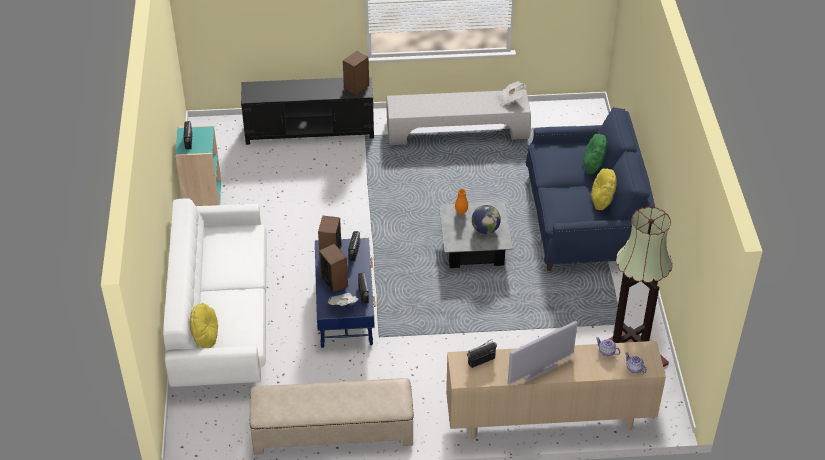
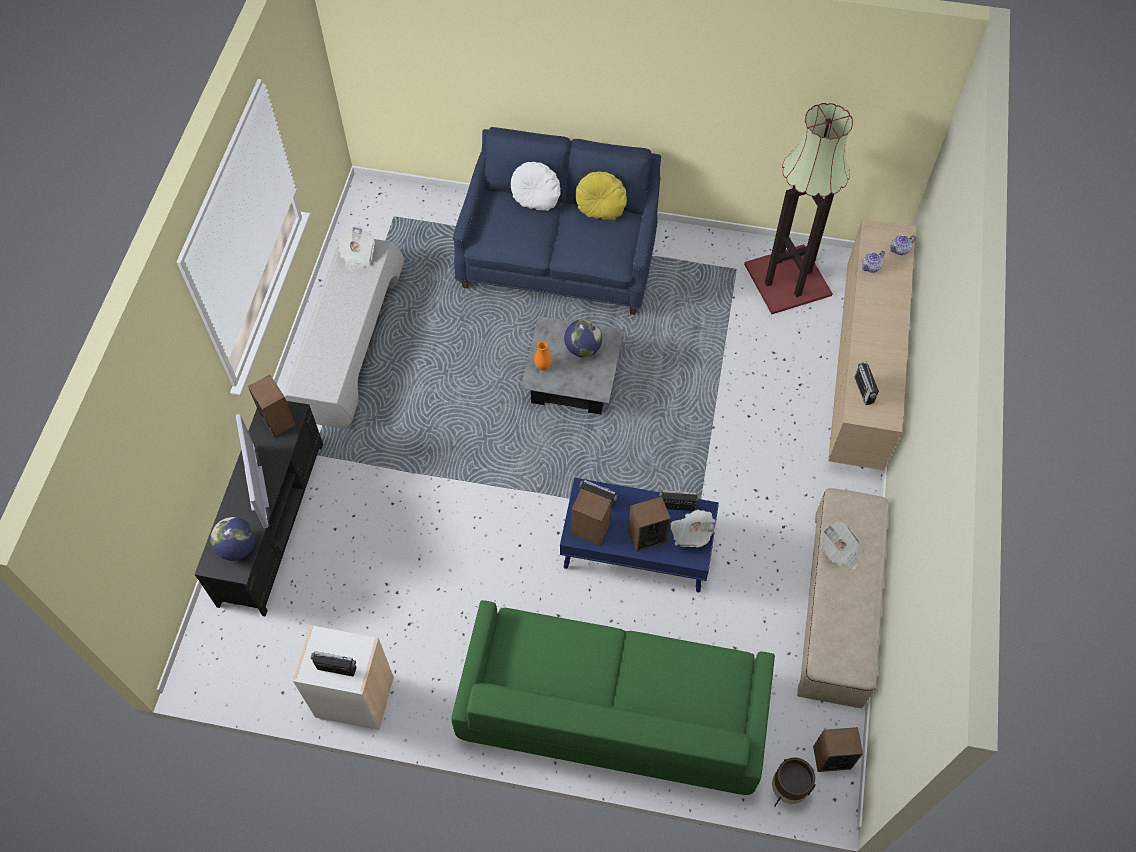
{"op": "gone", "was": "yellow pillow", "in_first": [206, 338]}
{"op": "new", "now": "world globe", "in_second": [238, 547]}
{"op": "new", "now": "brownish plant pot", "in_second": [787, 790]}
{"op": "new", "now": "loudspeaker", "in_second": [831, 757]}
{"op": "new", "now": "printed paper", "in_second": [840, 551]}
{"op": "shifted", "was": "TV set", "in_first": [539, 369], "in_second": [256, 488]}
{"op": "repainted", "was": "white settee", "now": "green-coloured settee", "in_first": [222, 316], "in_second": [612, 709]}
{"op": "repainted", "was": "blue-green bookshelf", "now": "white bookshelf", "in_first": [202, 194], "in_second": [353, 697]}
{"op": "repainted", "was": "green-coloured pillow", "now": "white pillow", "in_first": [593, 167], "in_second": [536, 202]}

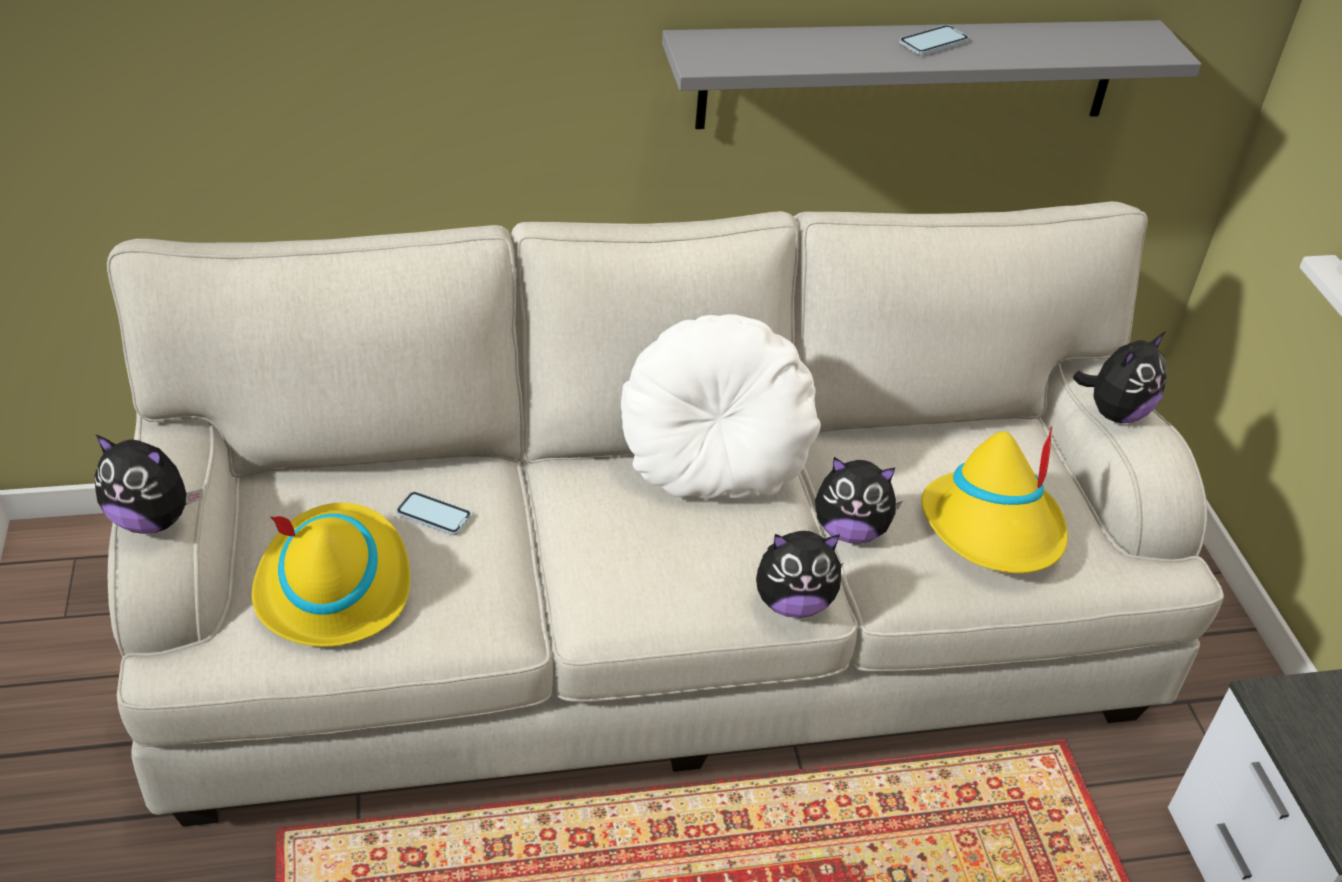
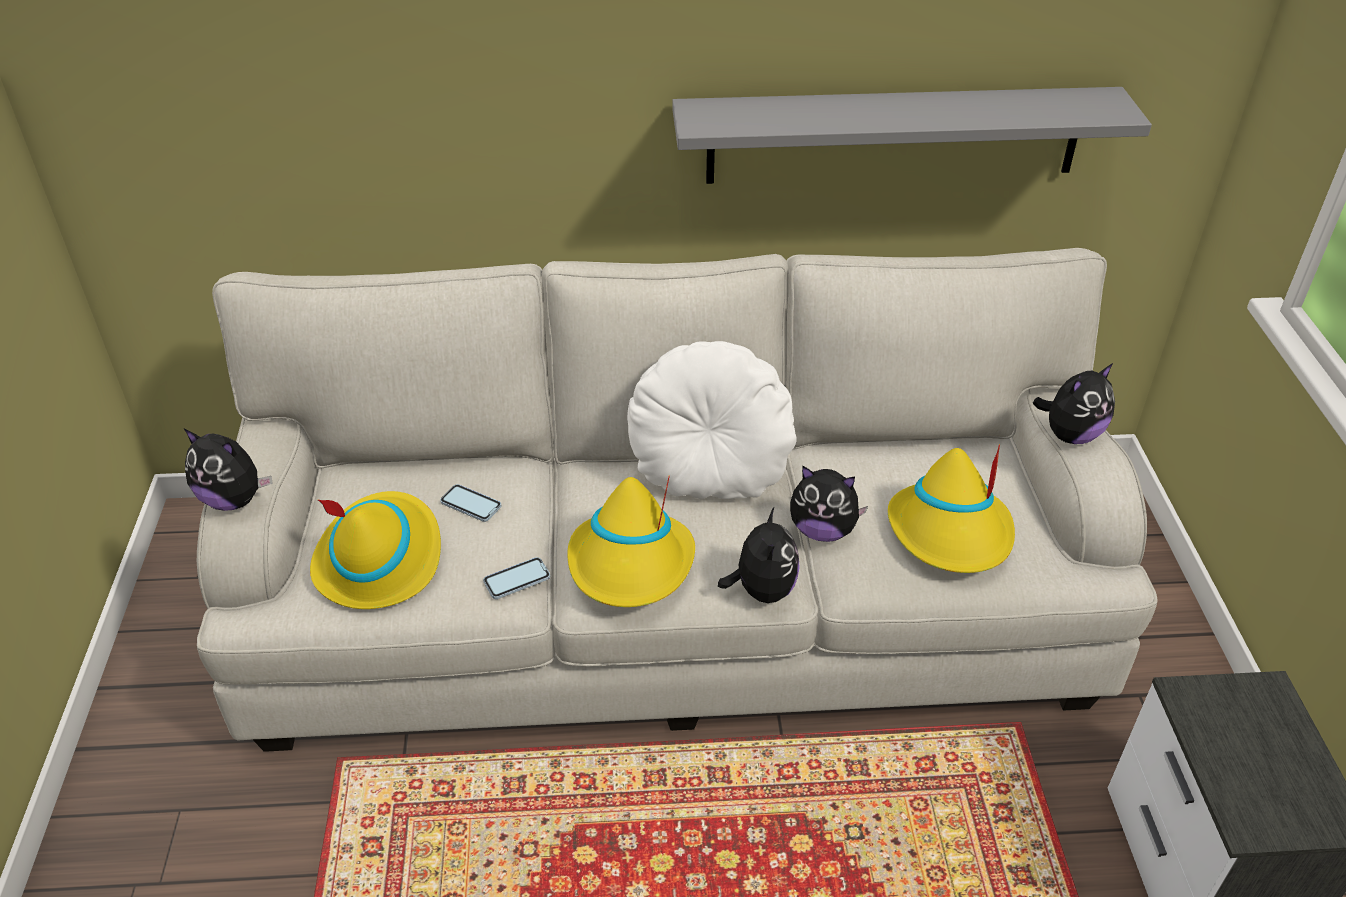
{"op": "new", "now": "yellow wearable hat", "in_second": [631, 565]}
{"op": "shifted", "was": "handset", "in_first": [933, 42], "in_second": [517, 580]}
{"op": "rotated", "was": "plush toy", "in_first": [793, 602], "in_second": [761, 590], "clockwise": -90}

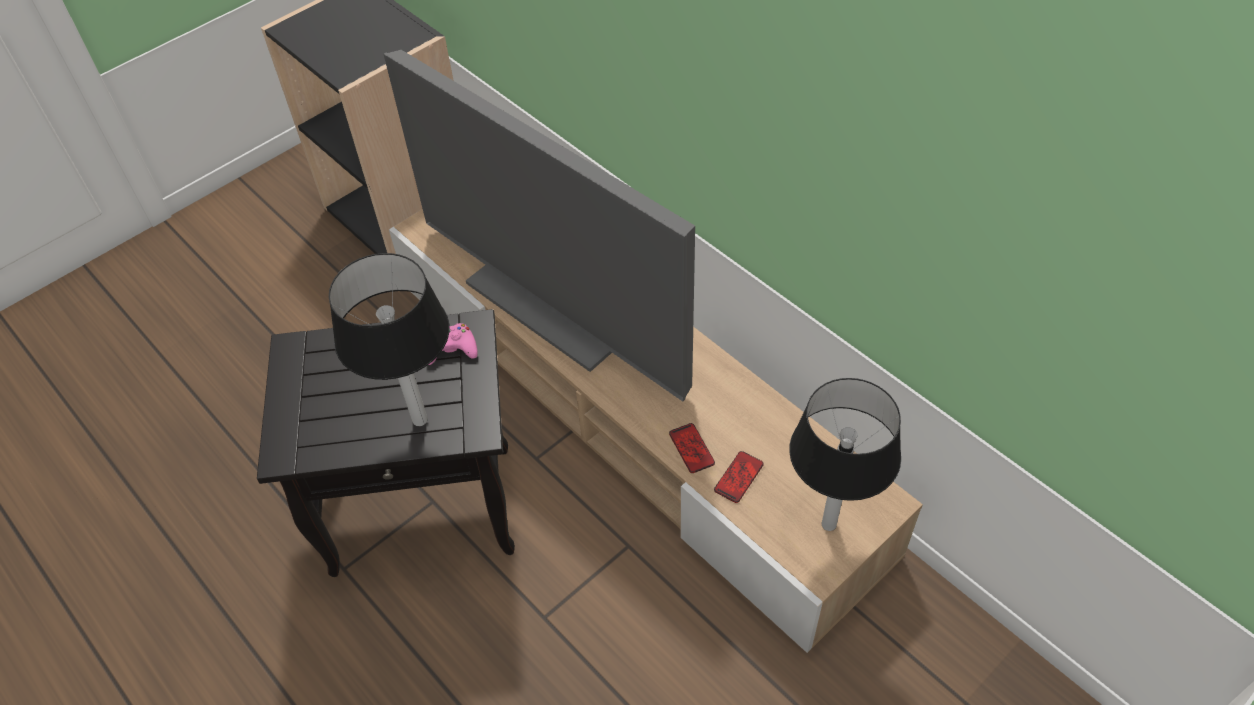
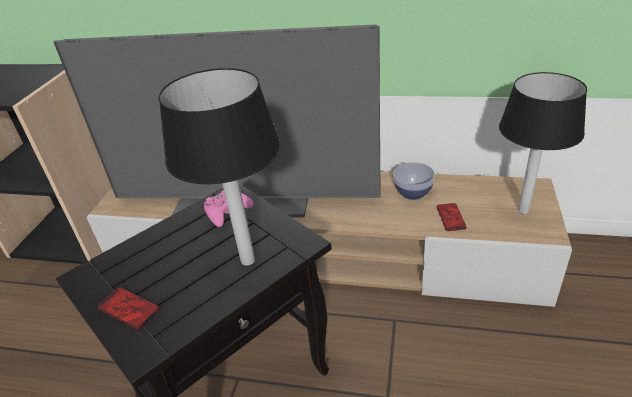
{"op": "new", "now": "serving bowl", "in_second": [413, 192]}
{"op": "shifted", "was": "handset", "in_first": [691, 448], "in_second": [128, 308]}

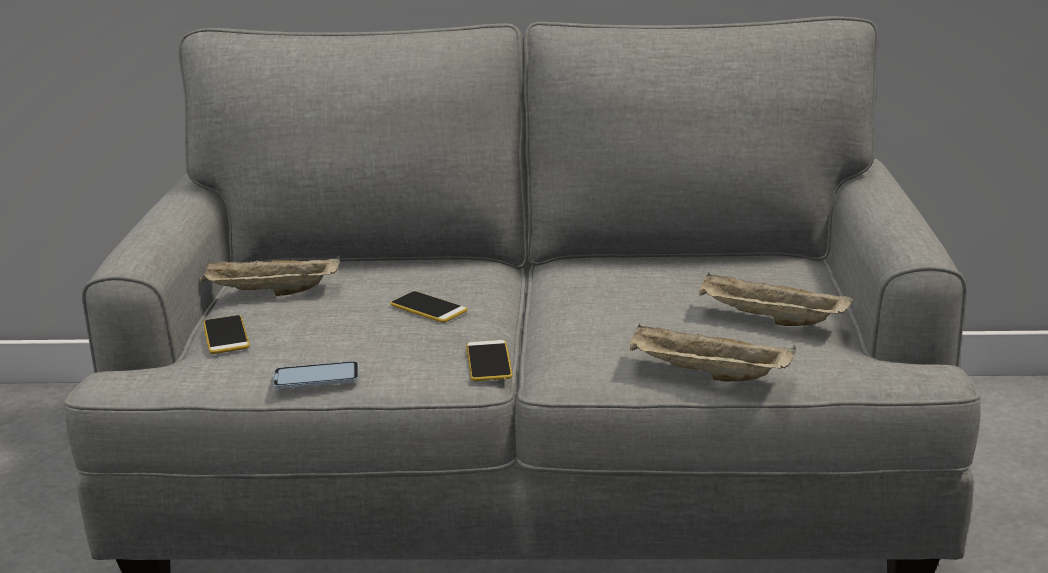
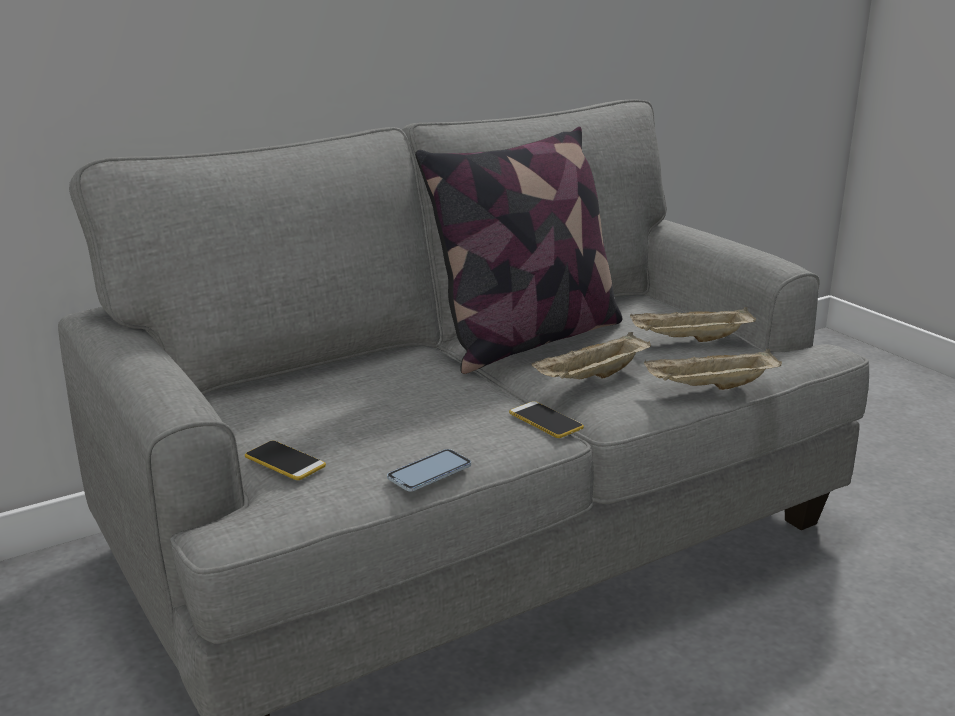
{"op": "gone", "was": "handset", "in_first": [428, 308]}
{"op": "new", "now": "pillow", "in_second": [527, 339]}
{"op": "shifted", "was": "beige serving tray", "in_first": [269, 293], "in_second": [592, 378]}

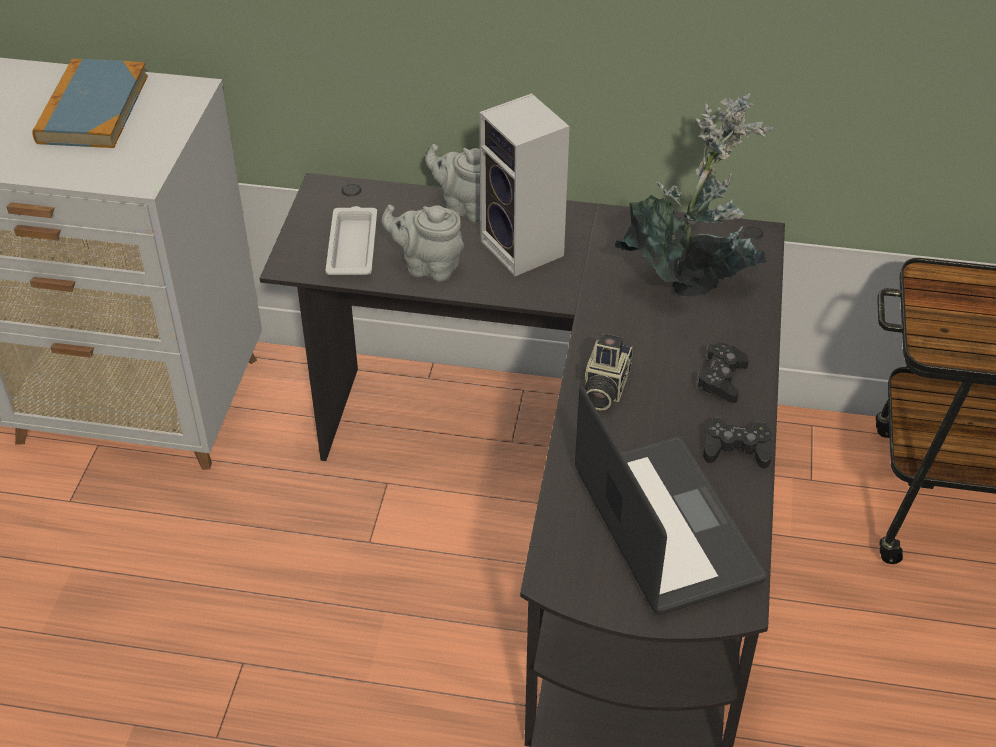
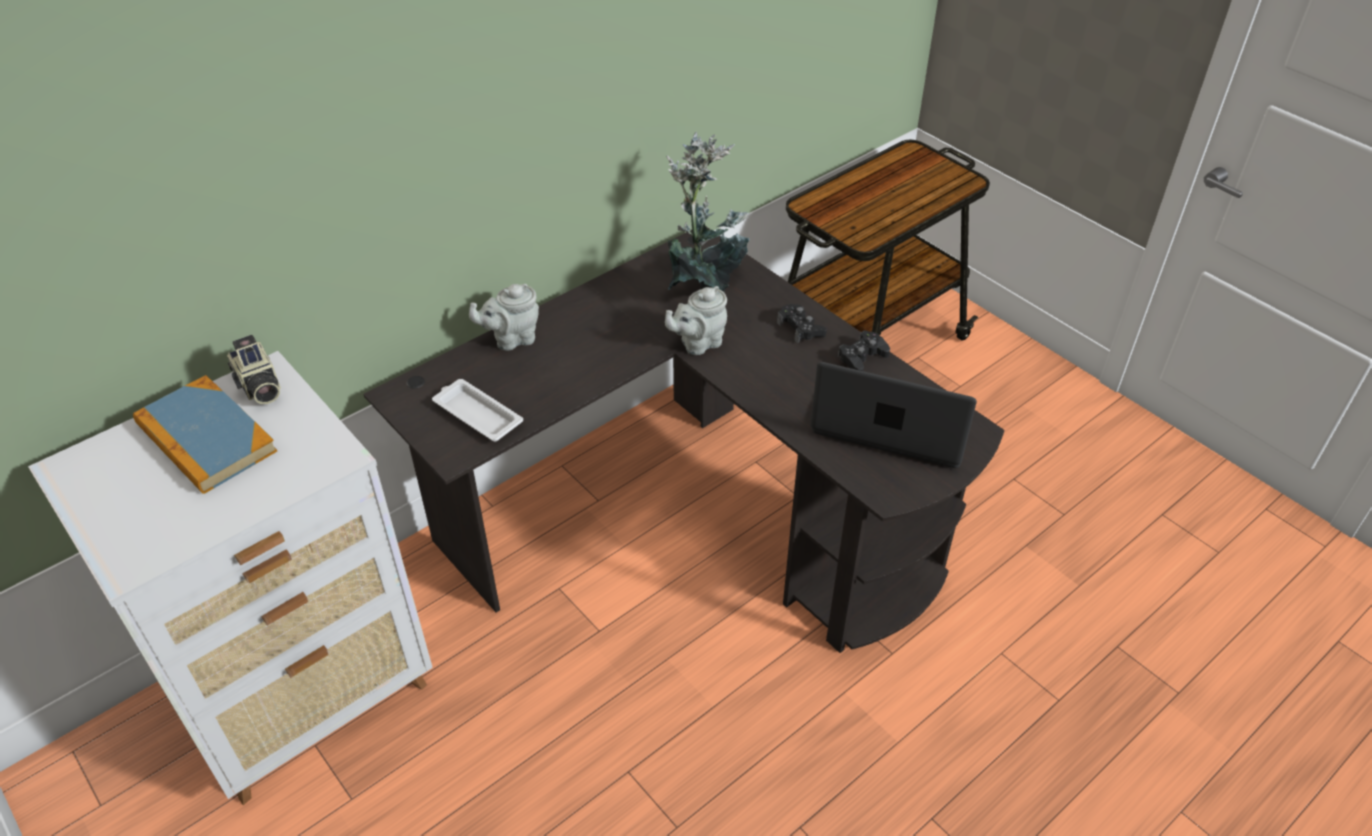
{"op": "gone", "was": "loudspeaker", "in_first": [525, 250]}
{"op": "shifted", "was": "grey tea pot", "in_first": [428, 266], "in_second": [698, 343]}
{"op": "shifted", "was": "still camera", "in_first": [603, 388], "in_second": [259, 387]}

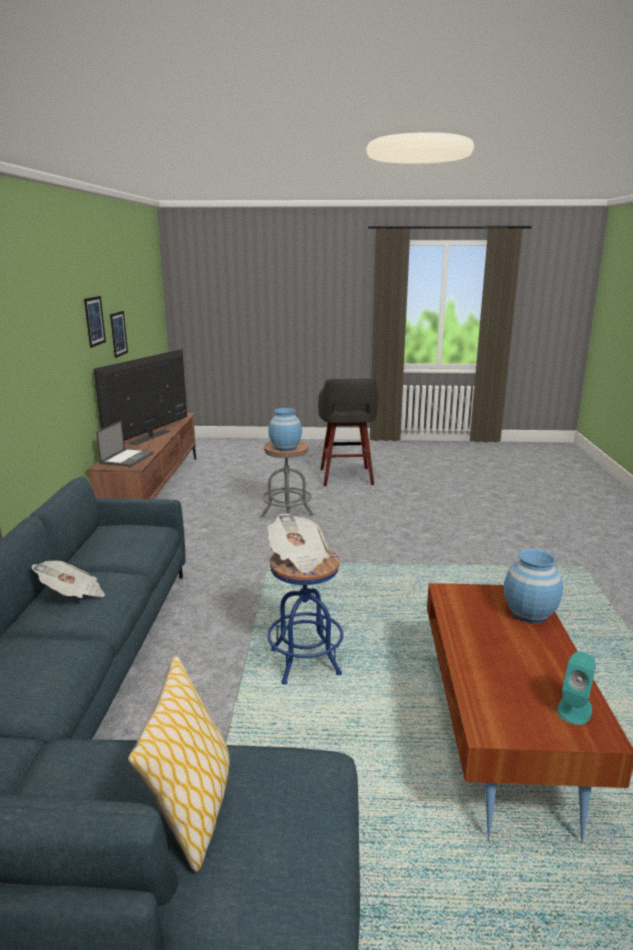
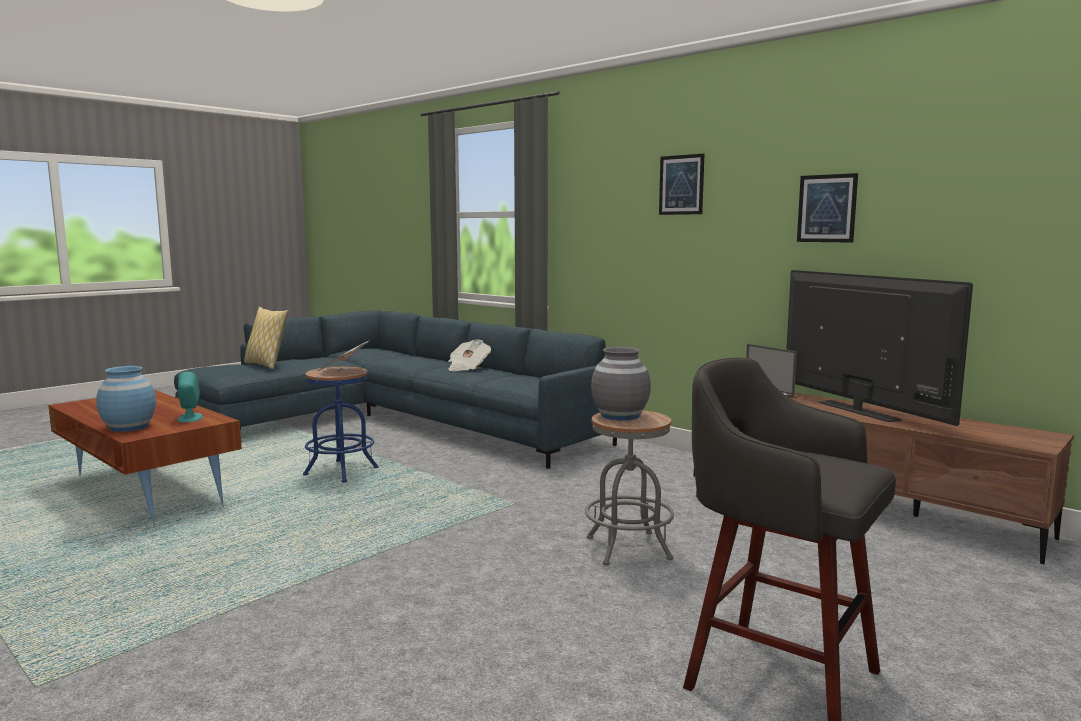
{"op": "shifted", "was": "wall picture", "in_first": [118, 334], "in_second": [681, 185]}
{"op": "shifted", "was": "blue-green loudspeaker", "in_first": [574, 709], "in_second": [190, 418]}
{"op": "repainted", "was": "blue decorative vase", "now": "grey decorative vase", "in_first": [285, 447], "in_second": [620, 416]}

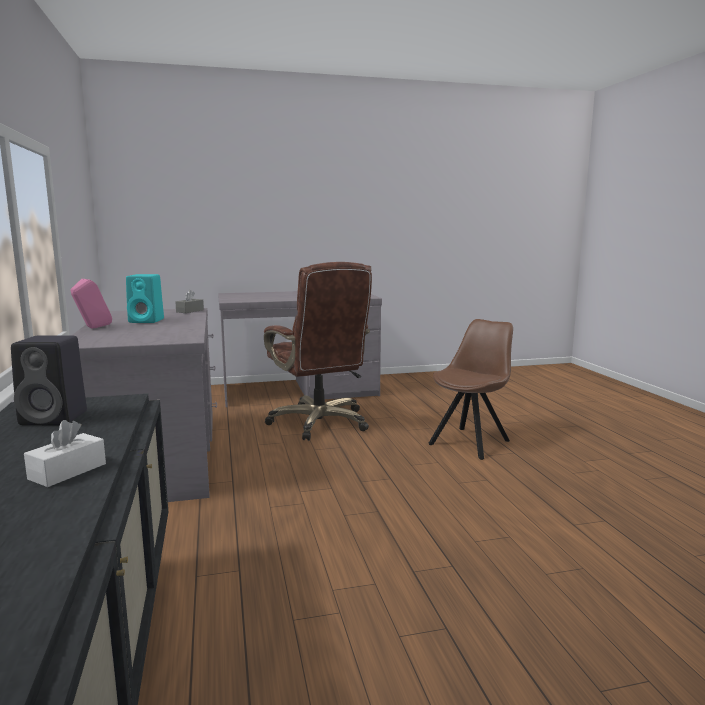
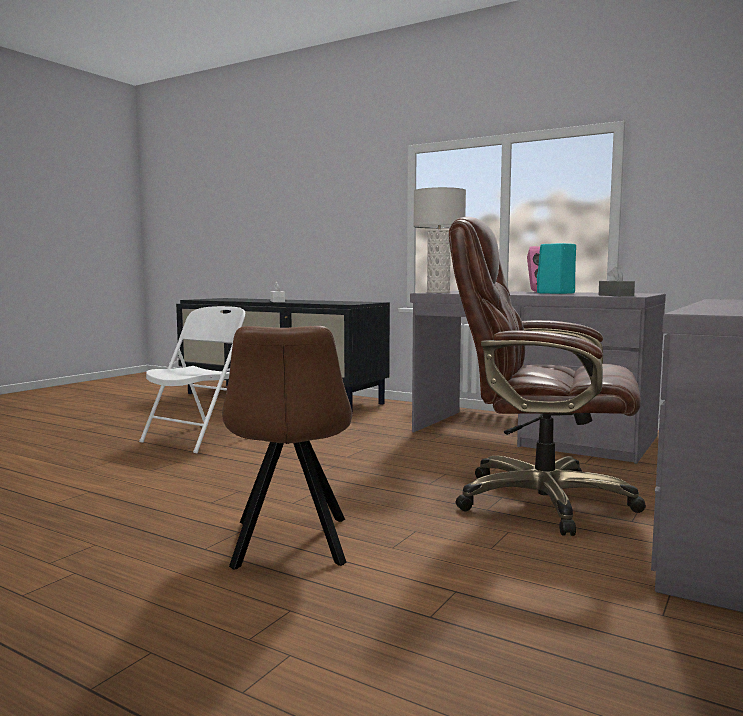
{"op": "gone", "was": "black-coloured loudspeaker", "in_first": [56, 418]}
{"op": "new", "now": "white chair", "in_second": [201, 438]}
{"op": "new", "now": "white tabletop lamp", "in_second": [438, 292]}

